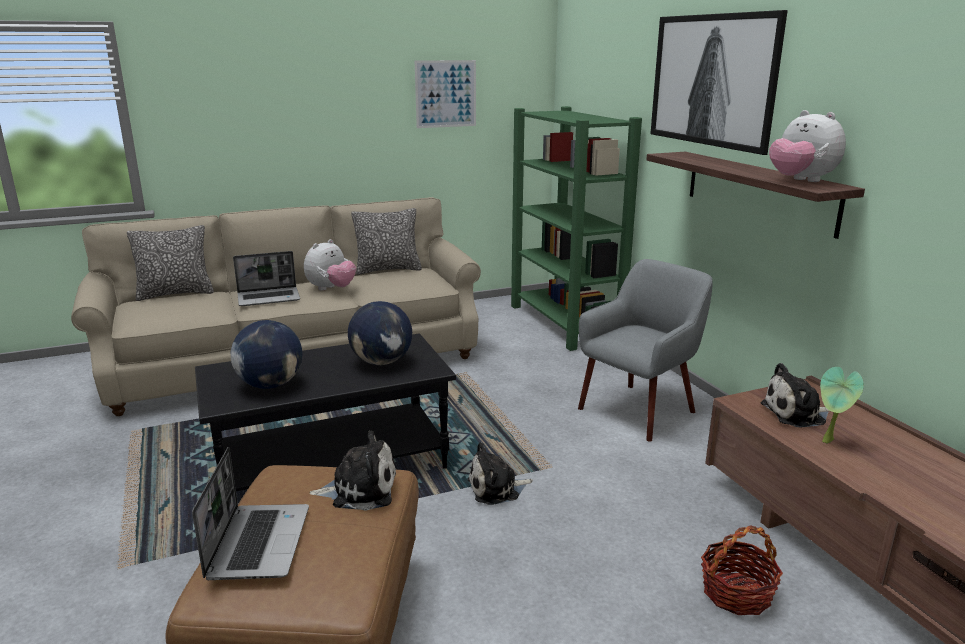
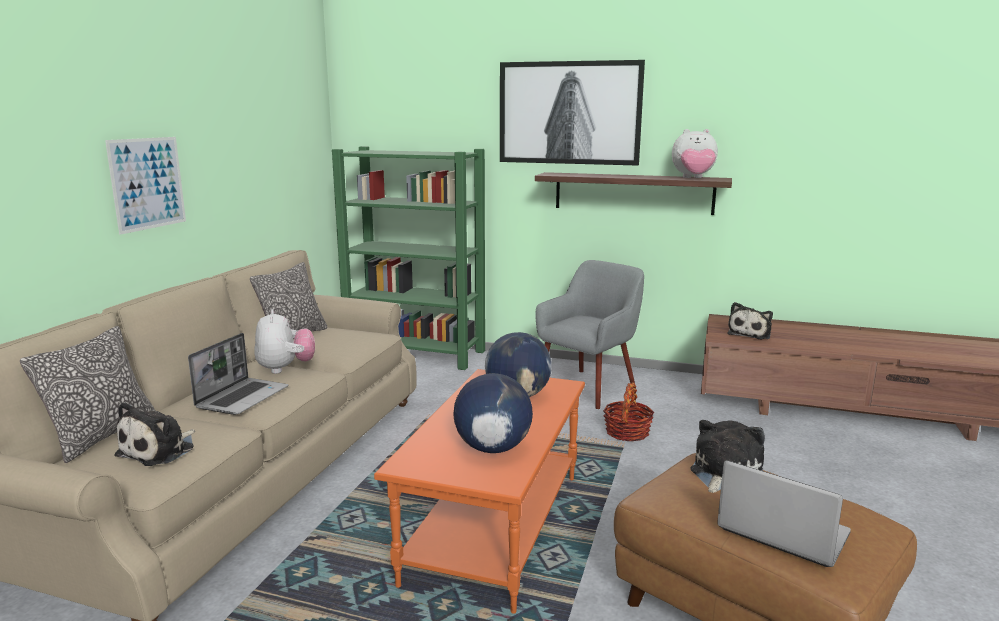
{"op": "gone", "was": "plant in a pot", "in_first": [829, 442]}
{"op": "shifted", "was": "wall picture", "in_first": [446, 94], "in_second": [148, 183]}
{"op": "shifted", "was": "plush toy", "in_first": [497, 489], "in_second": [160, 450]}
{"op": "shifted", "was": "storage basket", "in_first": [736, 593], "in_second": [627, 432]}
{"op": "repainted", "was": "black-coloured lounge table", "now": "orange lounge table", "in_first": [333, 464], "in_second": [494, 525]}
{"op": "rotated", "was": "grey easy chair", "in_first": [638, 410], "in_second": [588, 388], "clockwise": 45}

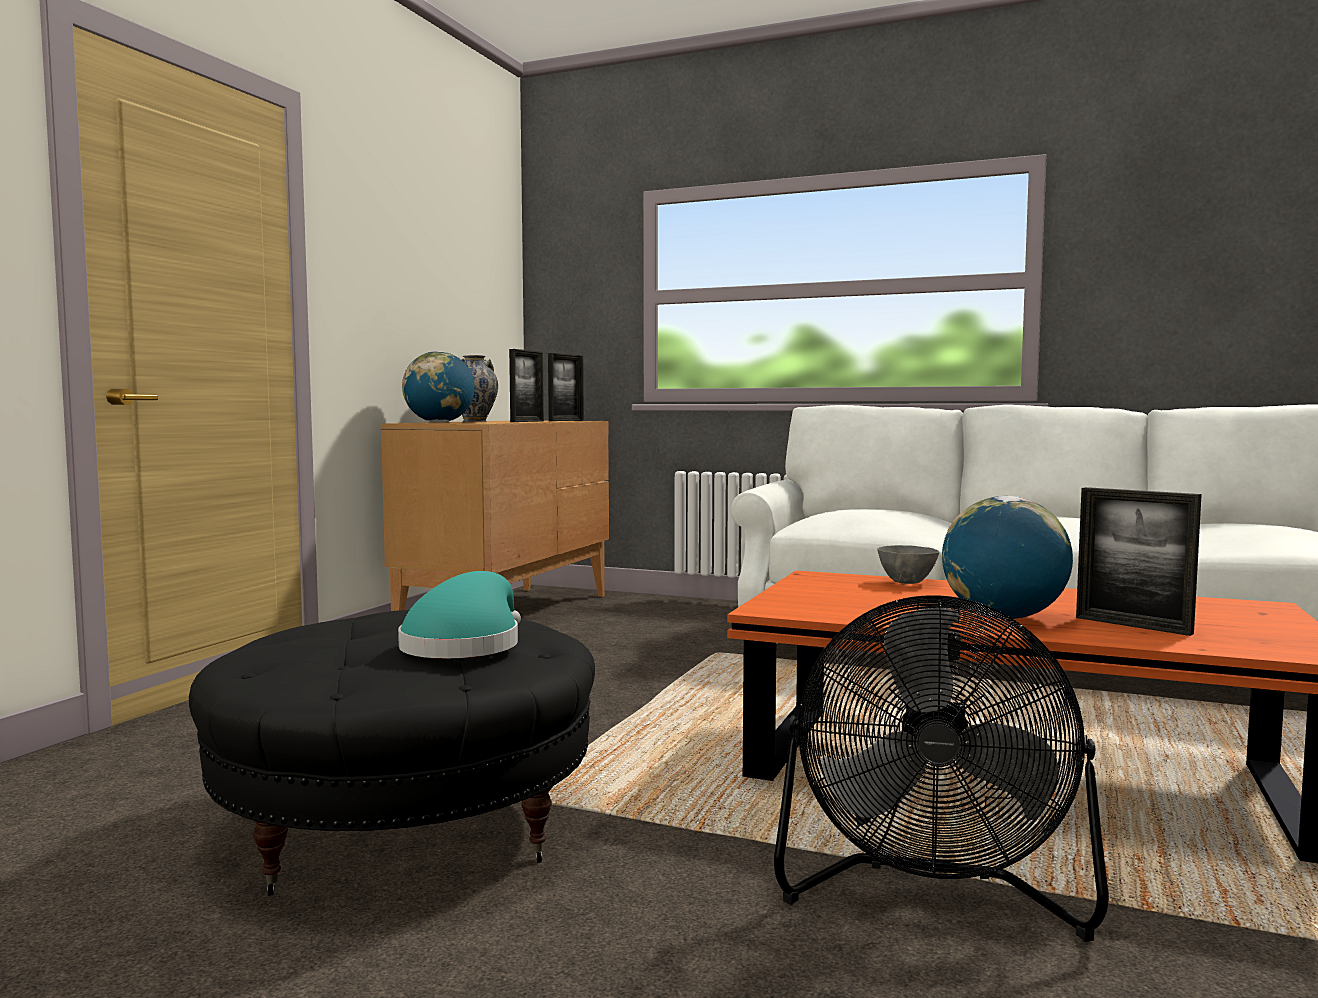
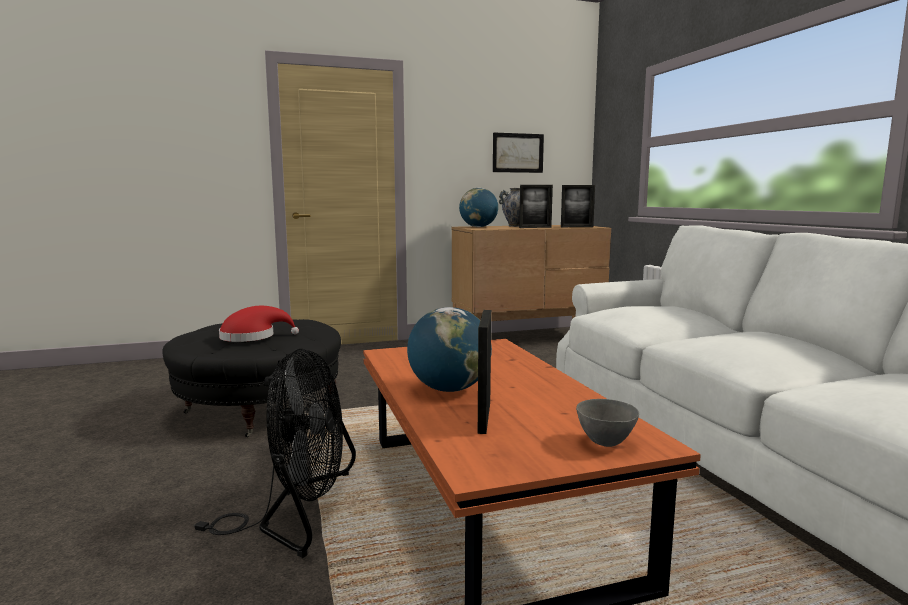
{"op": "new", "now": "wall picture", "in_second": [518, 153]}
{"op": "shifted", "was": "grey serving bowl", "in_first": [908, 582], "in_second": [606, 443]}
{"op": "repainted", "was": "blue-green wearable hat", "now": "red wearable hat", "in_first": [465, 645], "in_second": [252, 337]}
{"op": "rotated", "was": "black-coloured fan", "in_first": [920, 889], "in_second": [295, 512], "clockwise": -150}

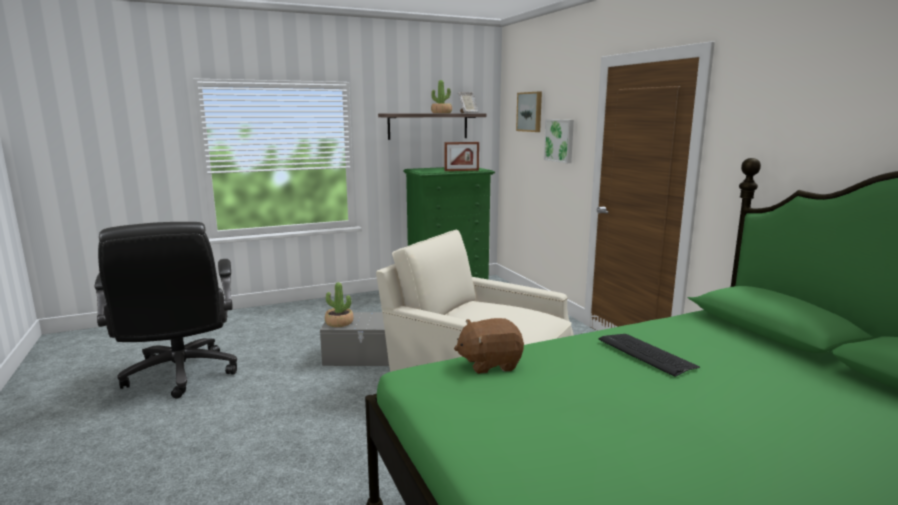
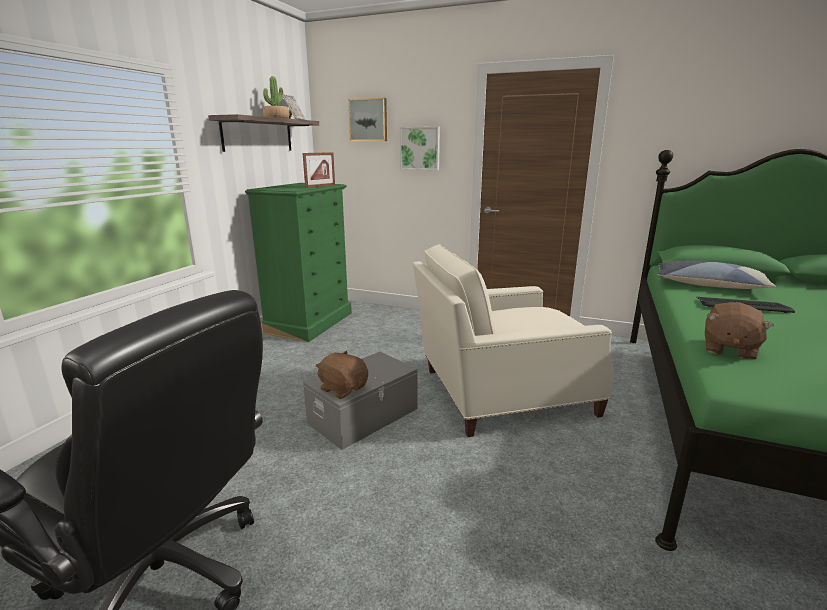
{"op": "new", "now": "pillow", "in_second": [708, 285]}
{"op": "swapped", "was": "plant in a pot", "now": "brownish plush toy", "in_first": [339, 323], "in_second": [343, 388]}

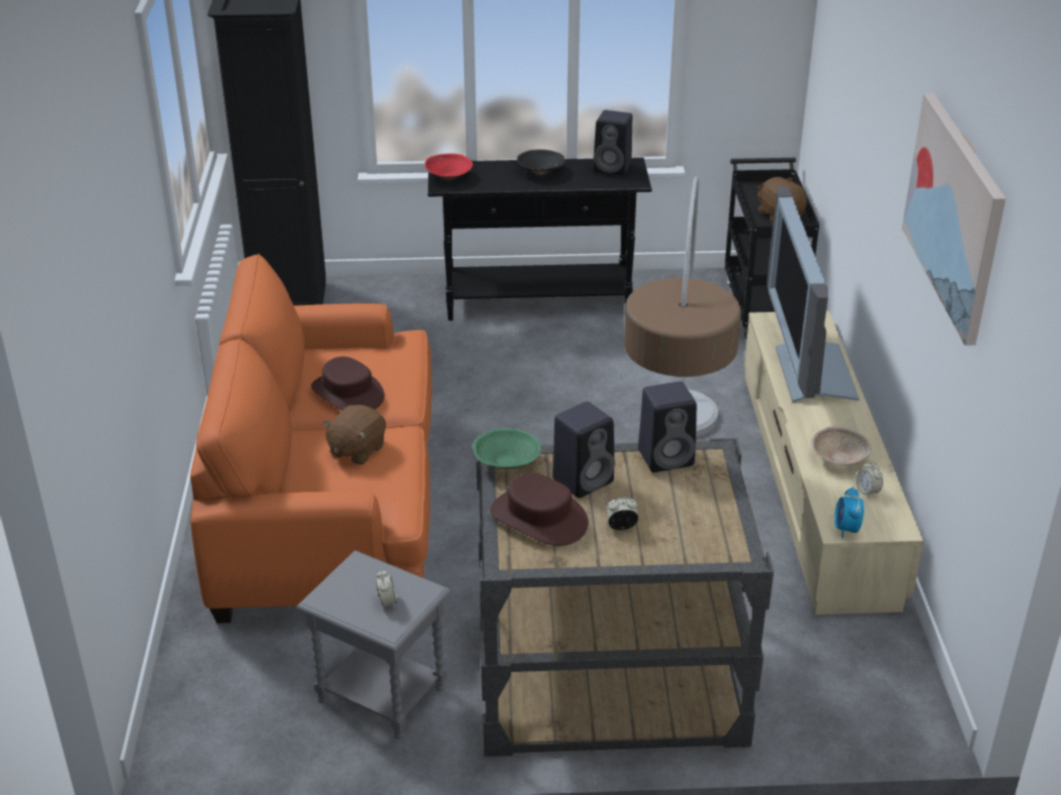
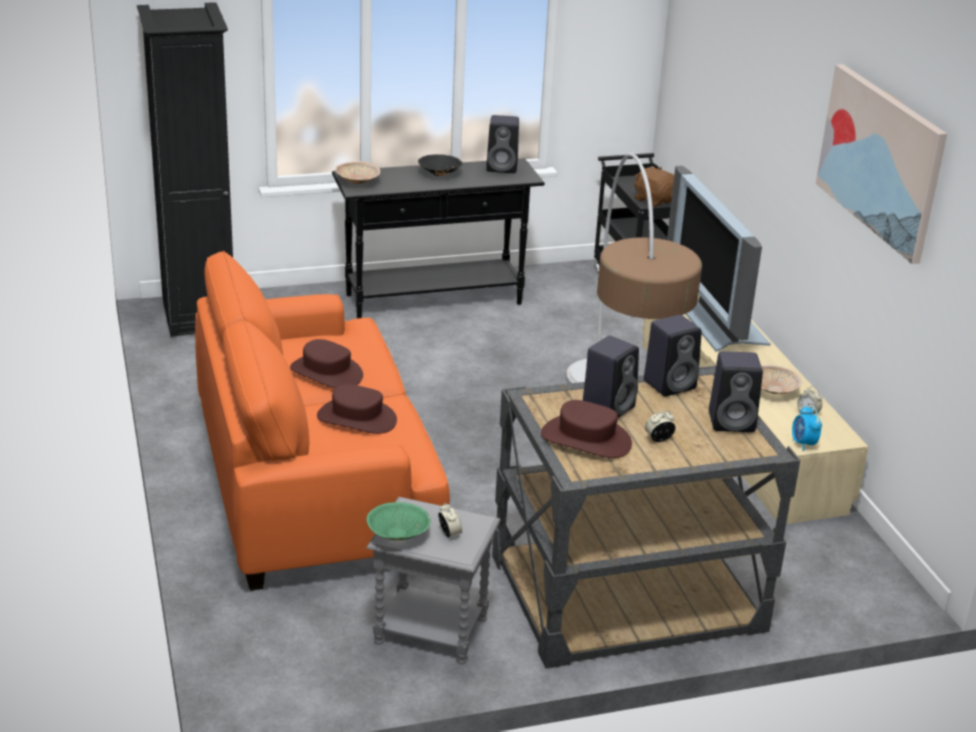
{"op": "new", "now": "black-coloured loudspeaker", "in_second": [733, 421]}
{"op": "shifted", "was": "green-coloured serving bowl", "in_first": [508, 462], "in_second": [399, 534]}
{"op": "swapped", "was": "brownish plush toy", "now": "brownish wearable hat", "in_first": [356, 450], "in_second": [357, 418]}
{"op": "repainted", "was": "red serving bowl", "now": "beige serving bowl", "in_first": [449, 177], "in_second": [358, 182]}

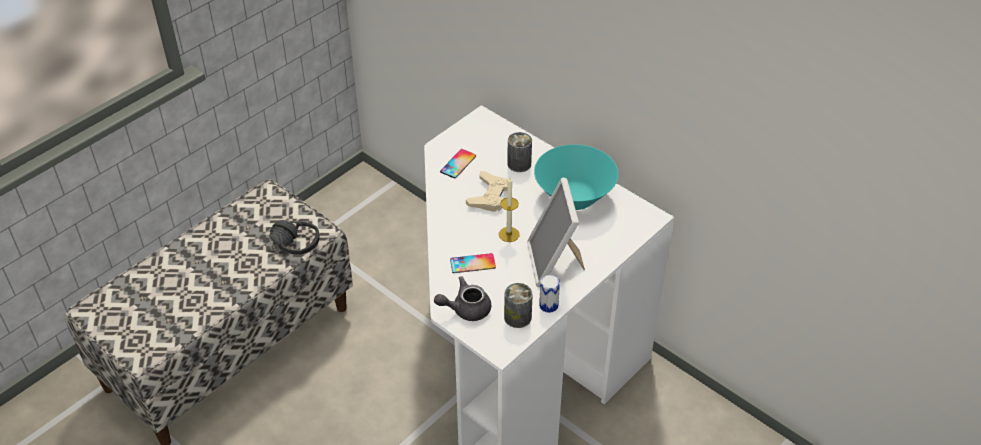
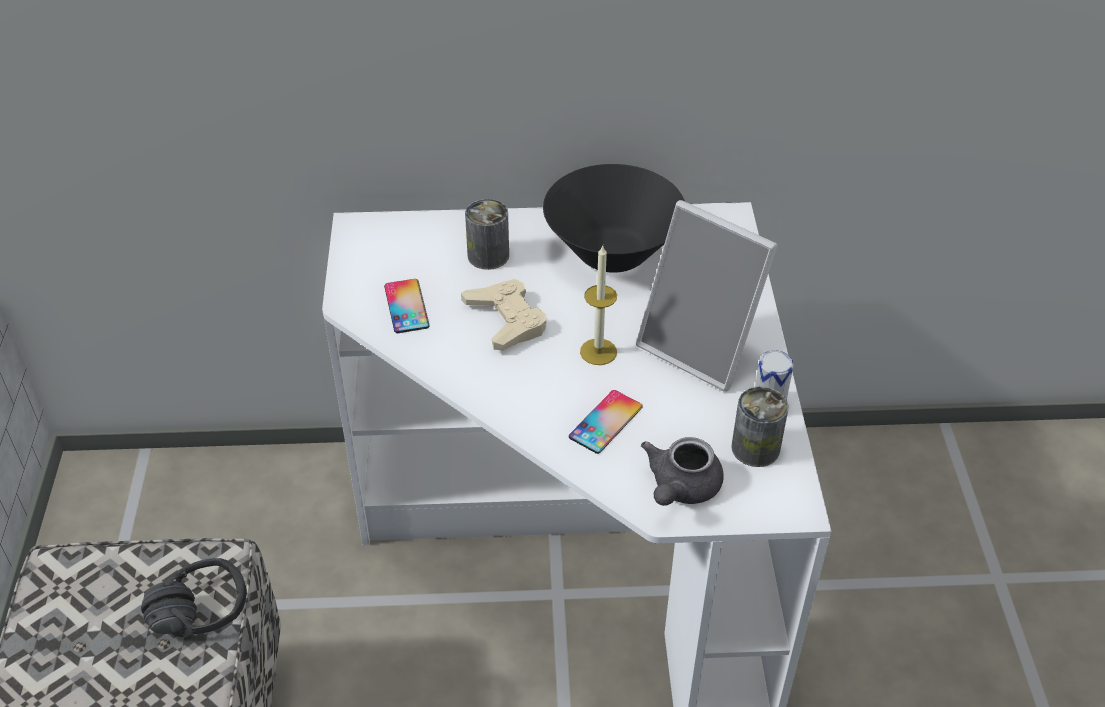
{"op": "repainted", "was": "blue-green serving bowl", "now": "black-coloured serving bowl", "in_first": [574, 197], "in_second": [612, 252]}

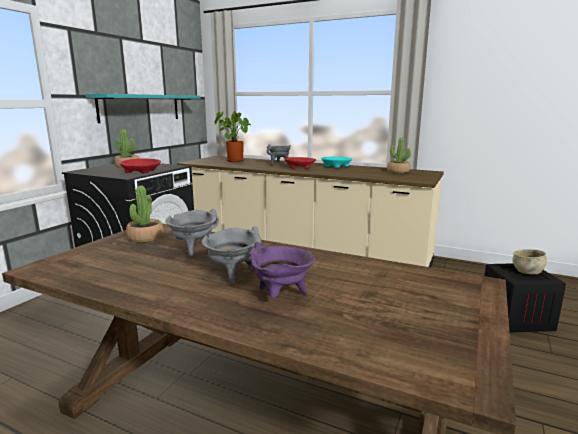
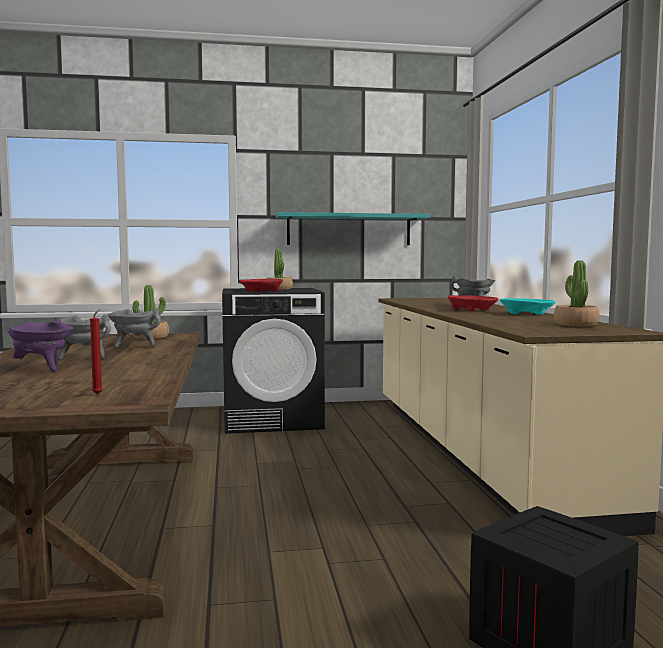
{"op": "gone", "was": "plant in a pot", "in_first": [233, 161]}
{"op": "gone", "was": "beige serving bowl", "in_first": [527, 271]}
{"op": "new", "now": "red candle", "in_second": [98, 394]}

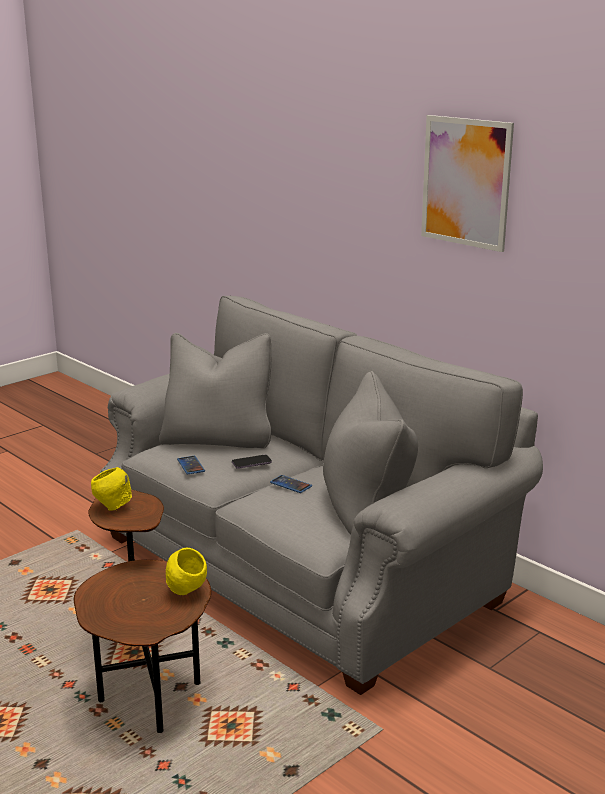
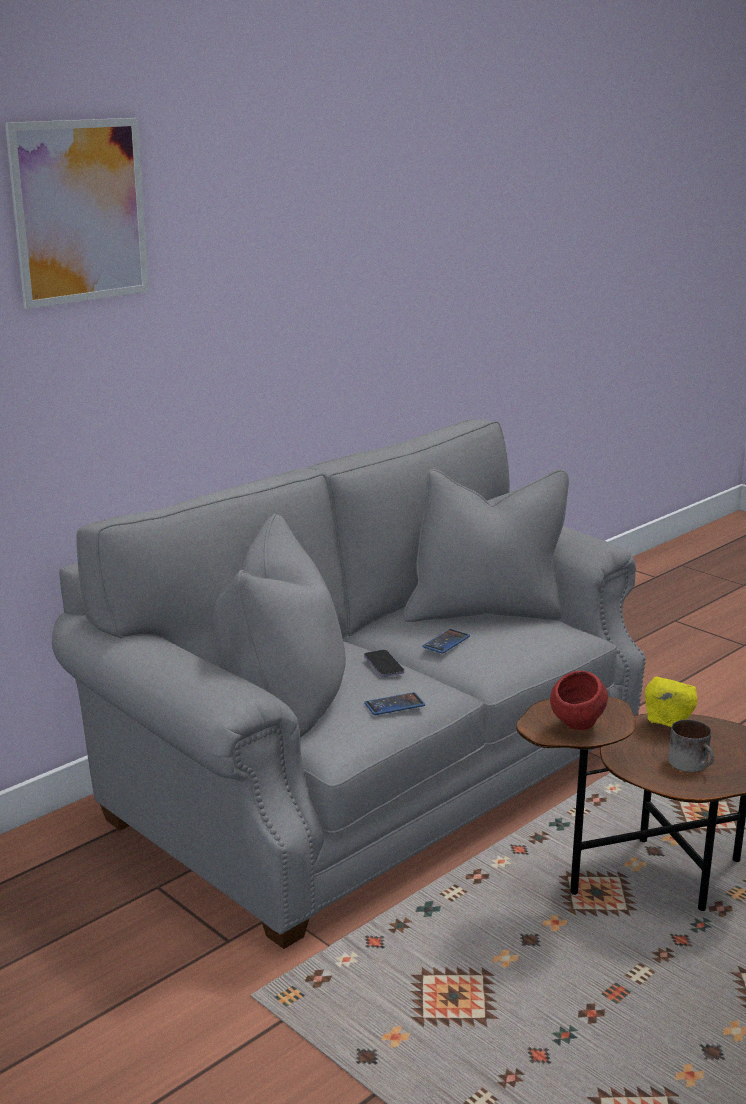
{"op": "new", "now": "mug", "in_second": [693, 764]}
{"op": "shifted", "was": "wall picture", "in_first": [466, 182], "in_second": [80, 211]}
{"op": "repainted", "was": "yellow serving bowl", "now": "red serving bowl", "in_first": [112, 507], "in_second": [577, 728]}

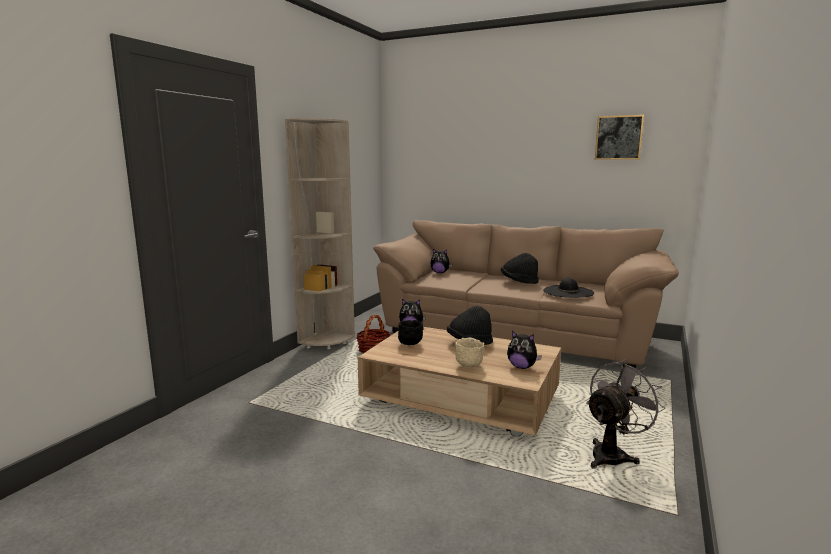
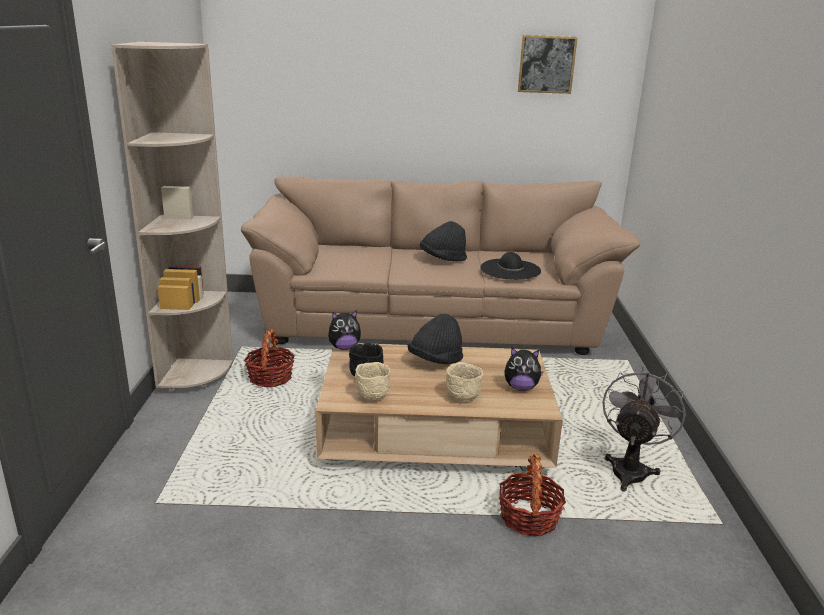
{"op": "gone", "was": "plush toy", "in_first": [440, 272]}
{"op": "new", "now": "beige serving bowl", "in_second": [371, 397]}
{"op": "new", "now": "storage basket", "in_second": [529, 518]}

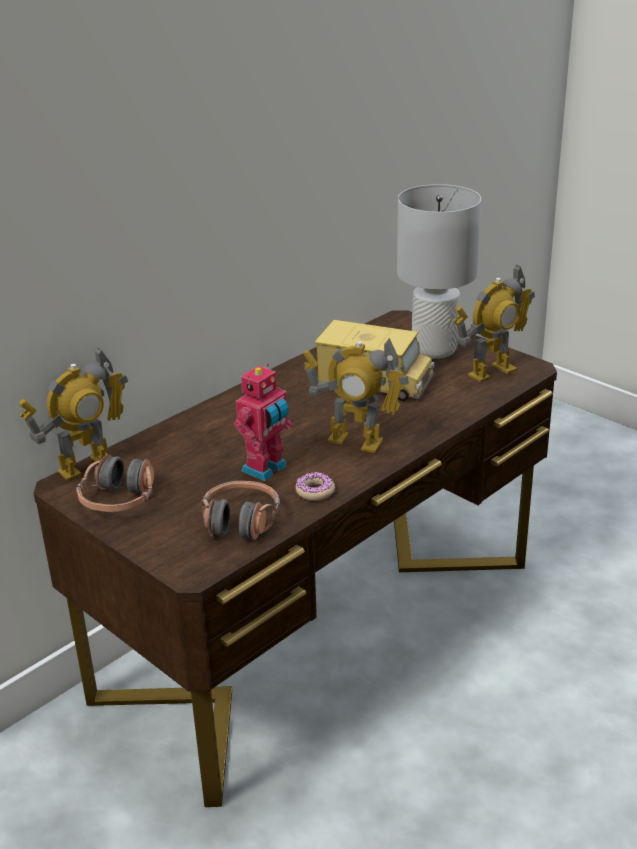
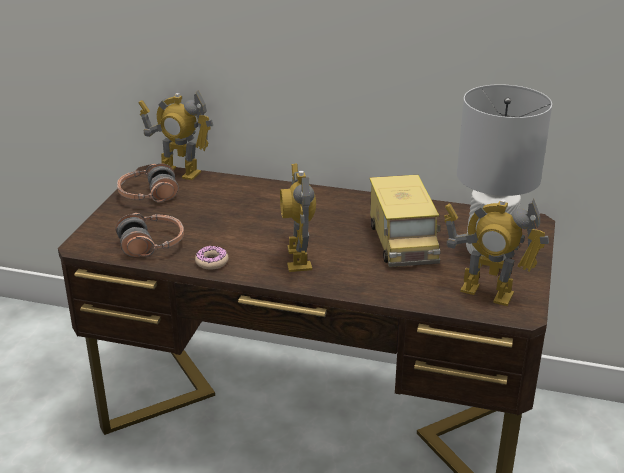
{"op": "gone", "was": "model robot", "in_first": [266, 469]}

